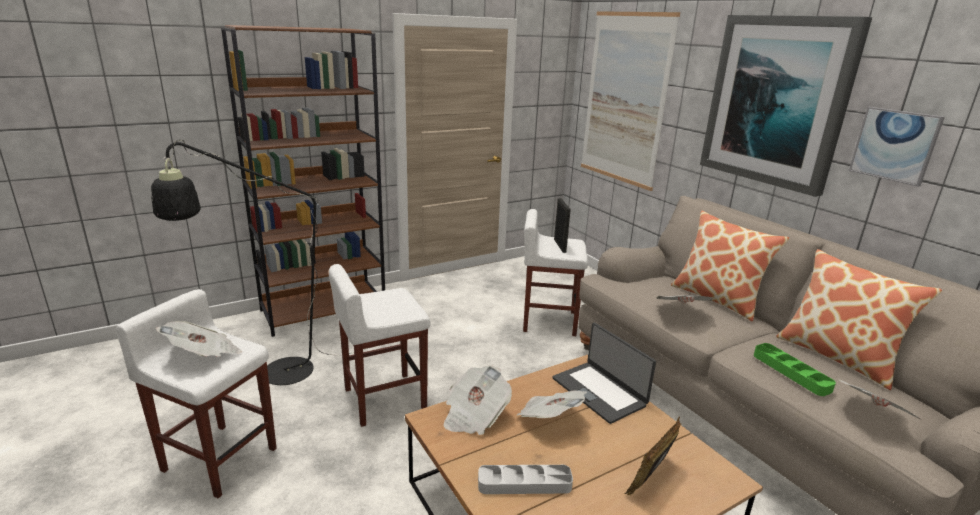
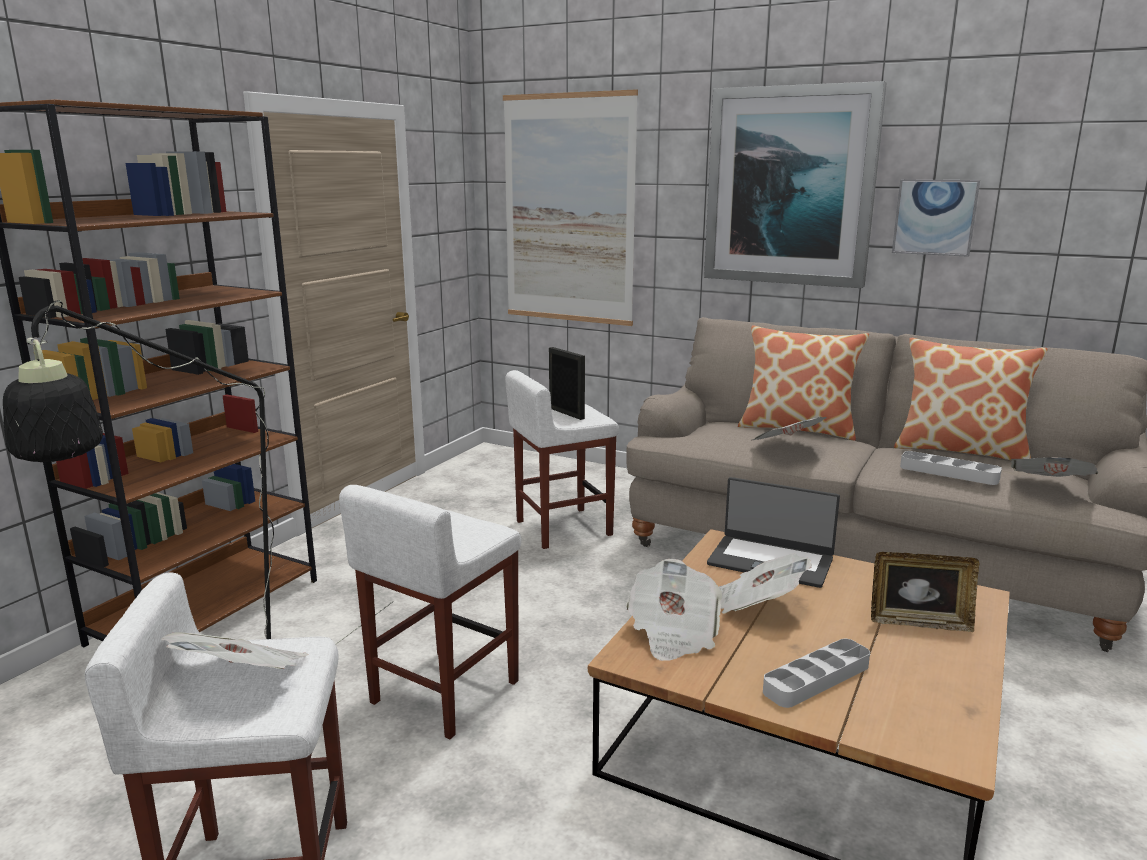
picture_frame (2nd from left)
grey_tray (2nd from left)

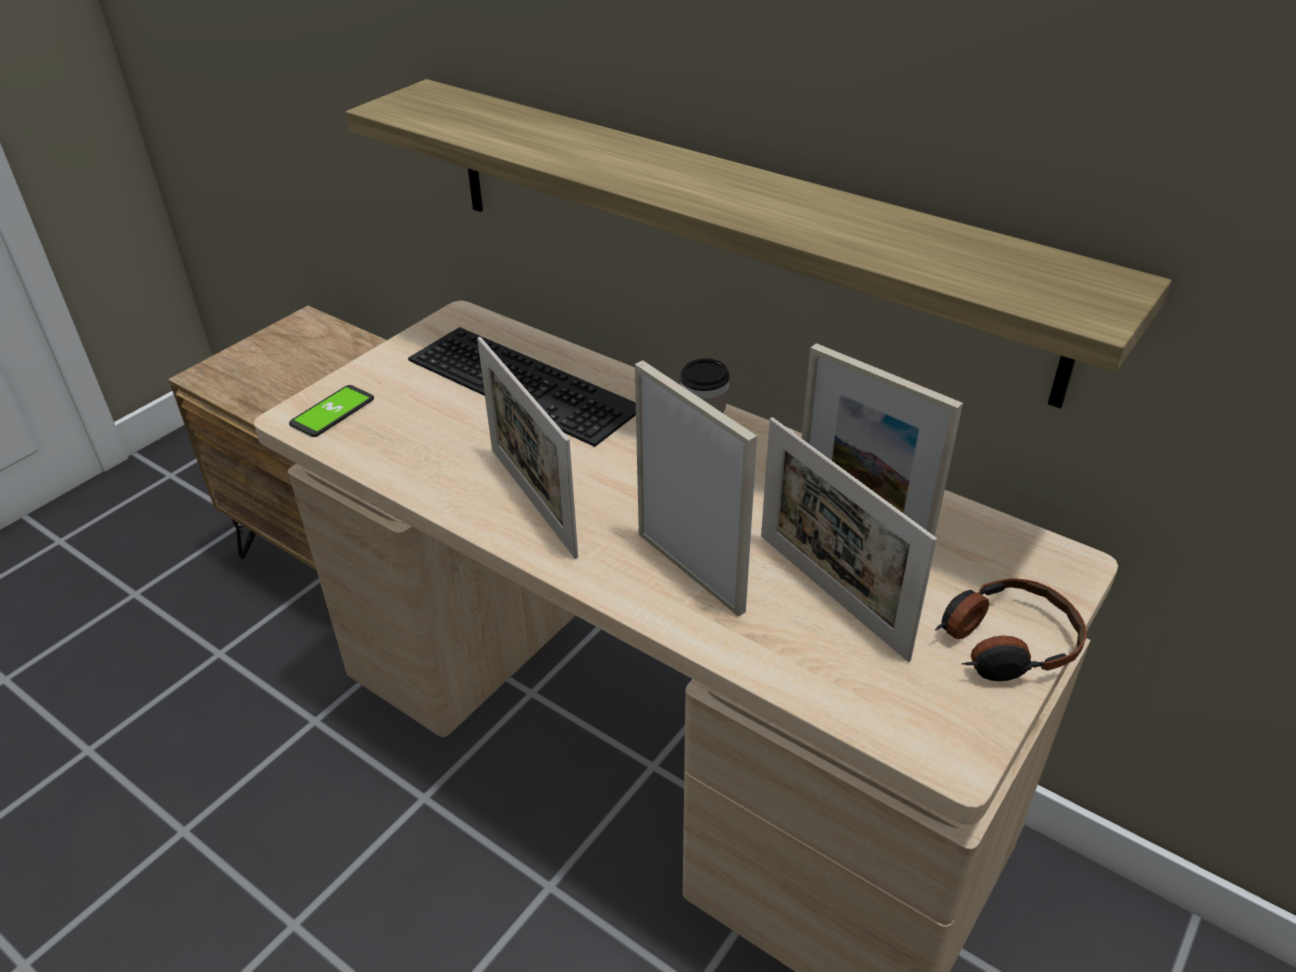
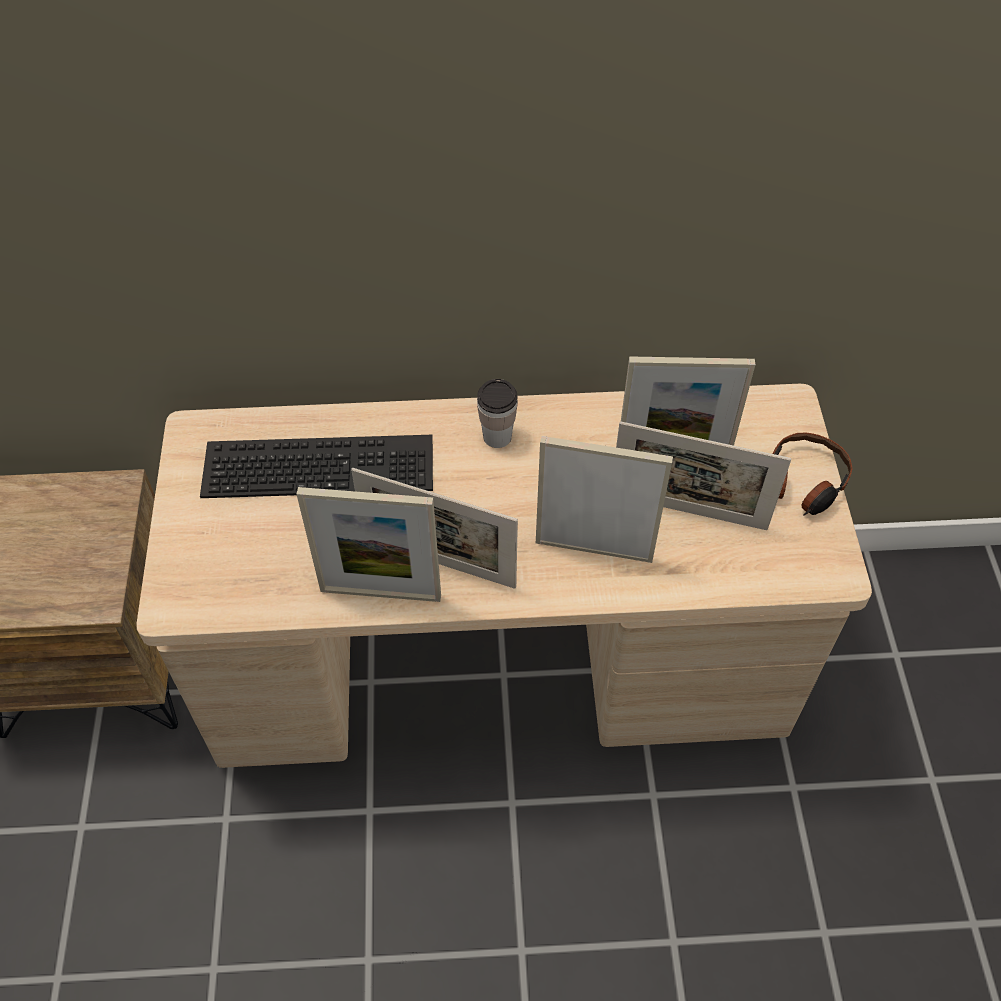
picture_frame (1st from left)
phone
shelf

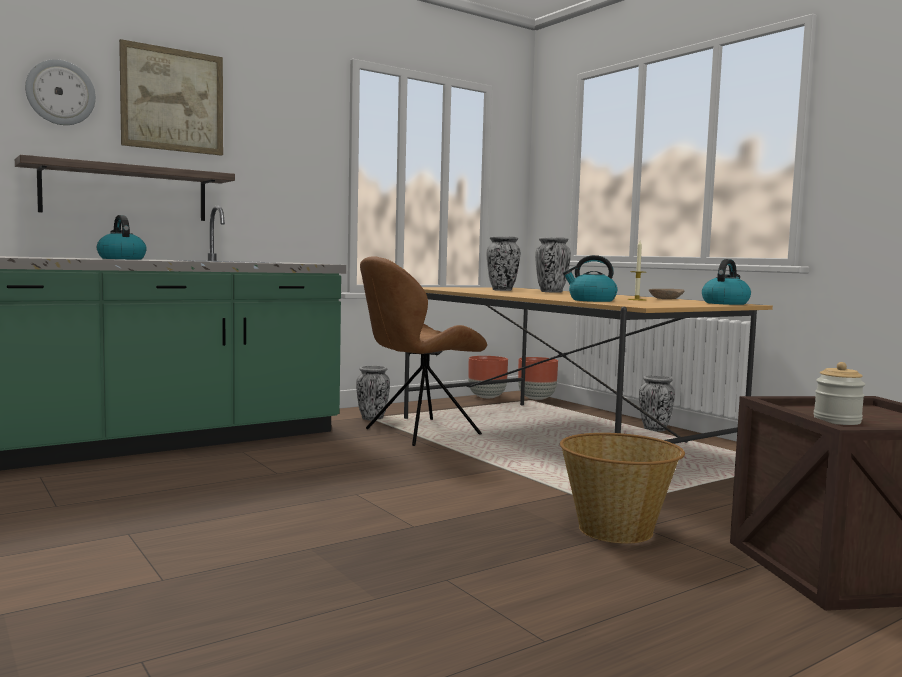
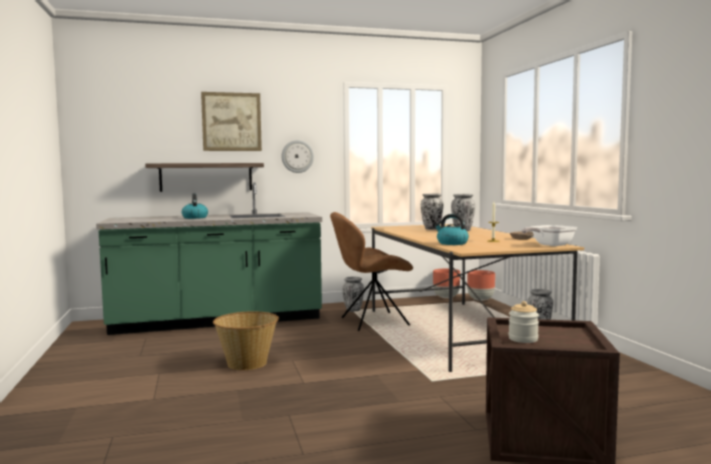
basket
wall_clock
frying_pan

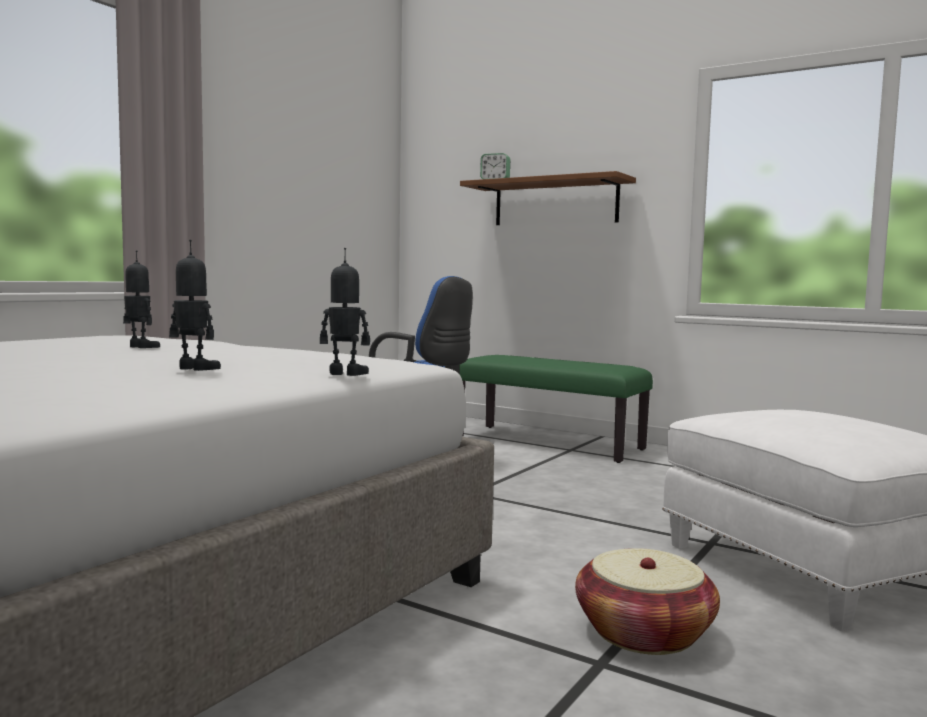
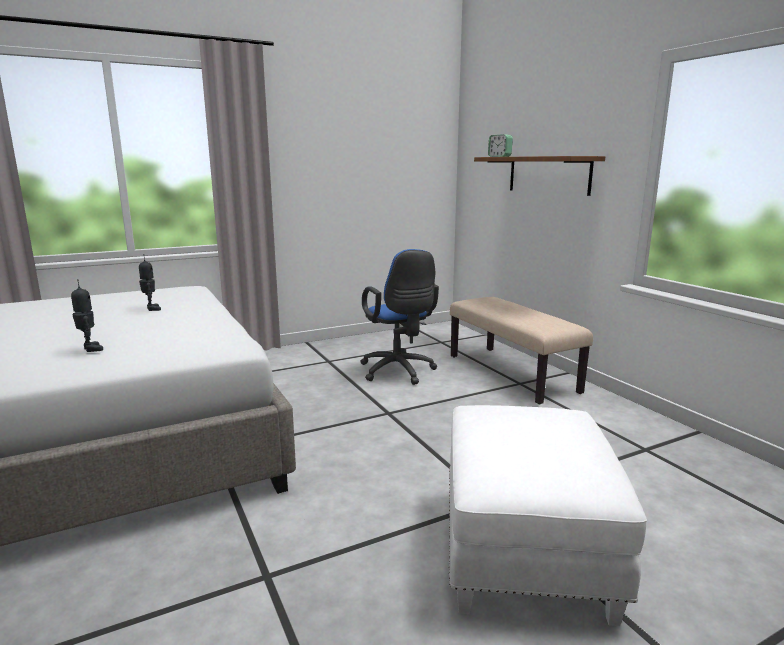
beige_bench
toy_robot (3rd from left in the first image)
basket

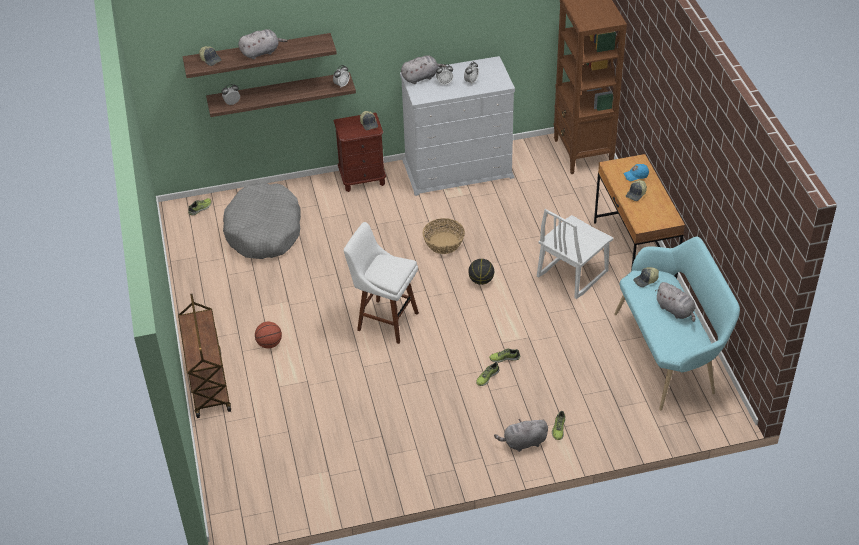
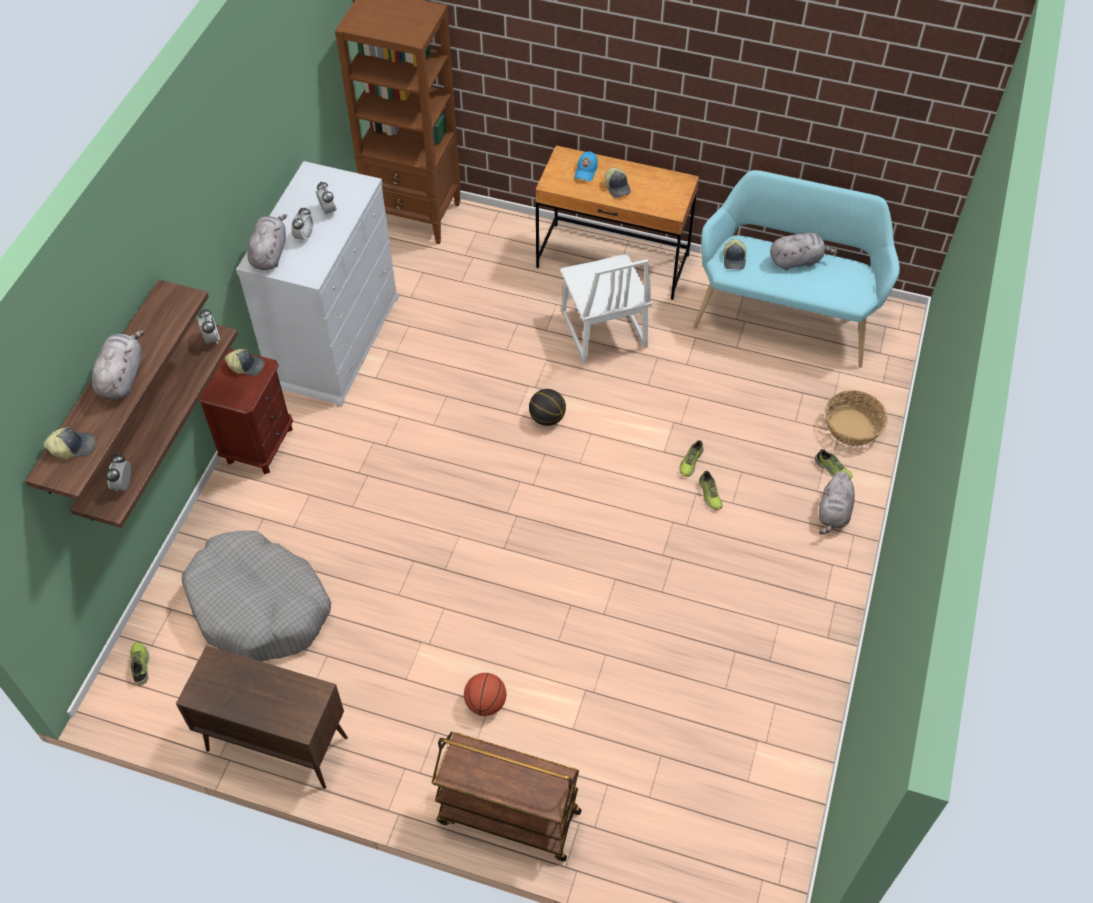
brown_cabinet
basket
white_stool

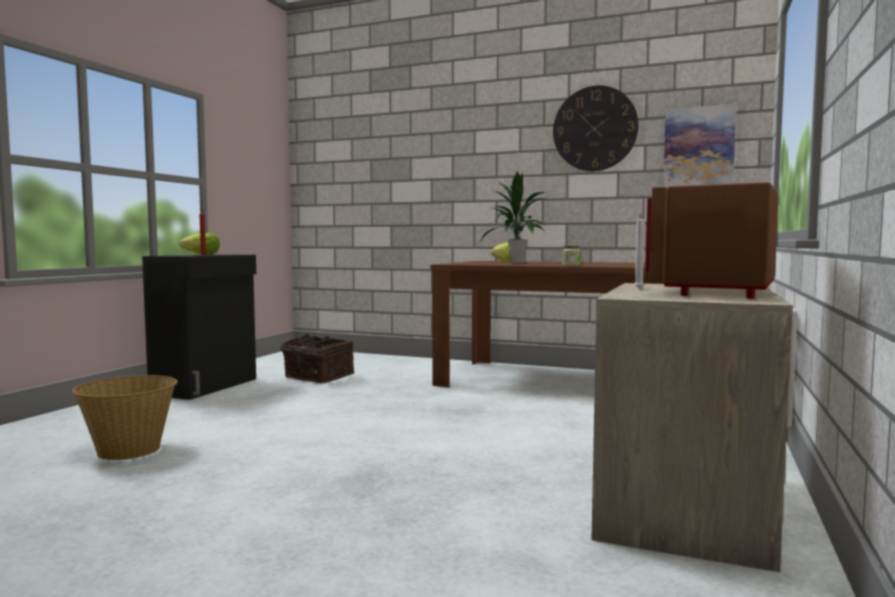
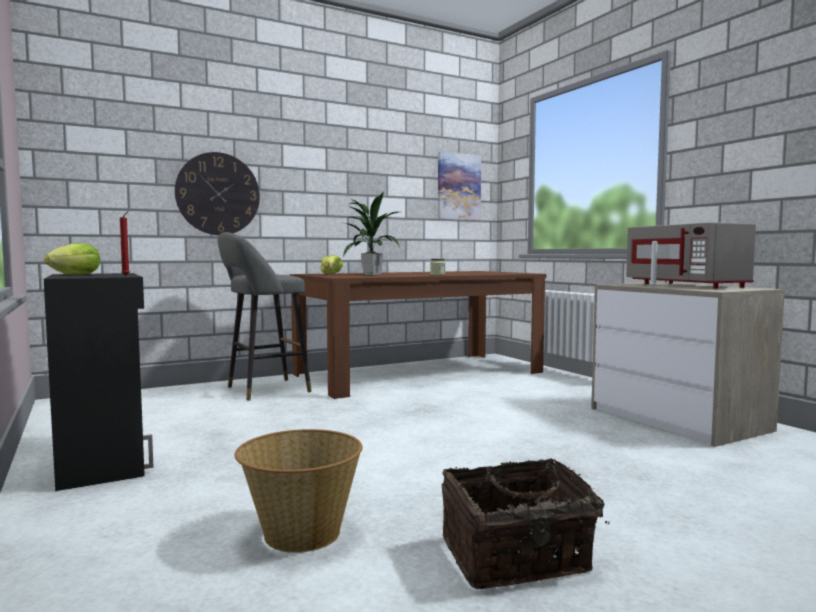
wall_clock
grey_stool
basket (2nd from left)
grey_microwave

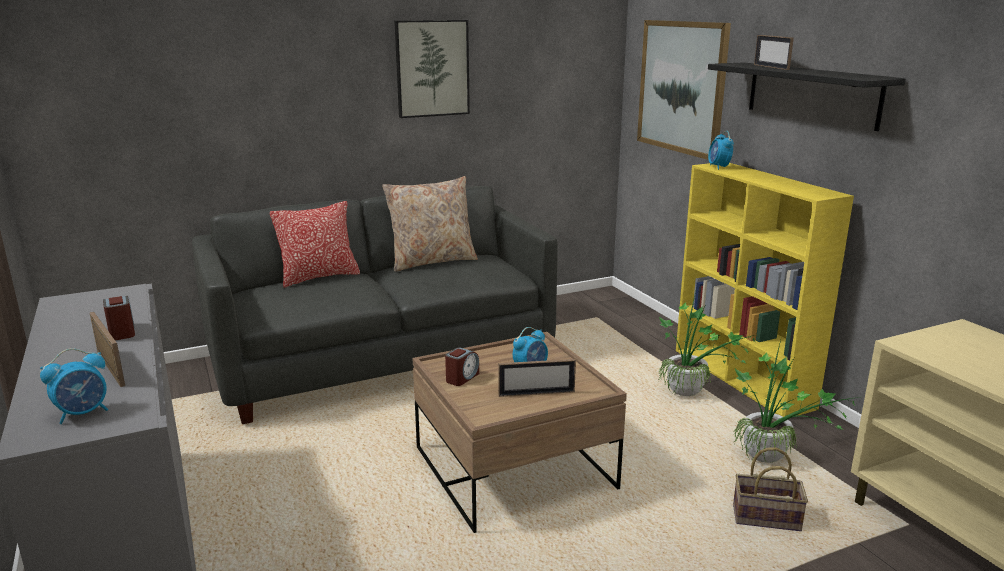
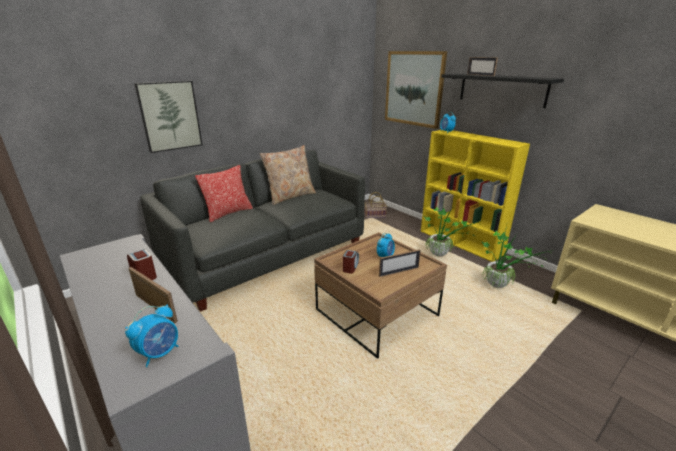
picture (1st from left)
basket

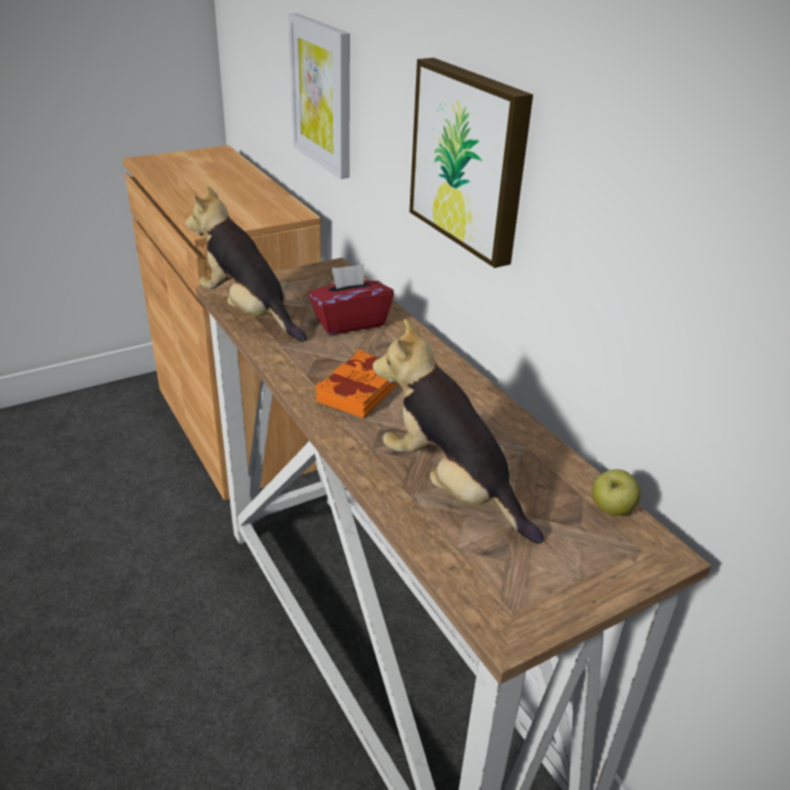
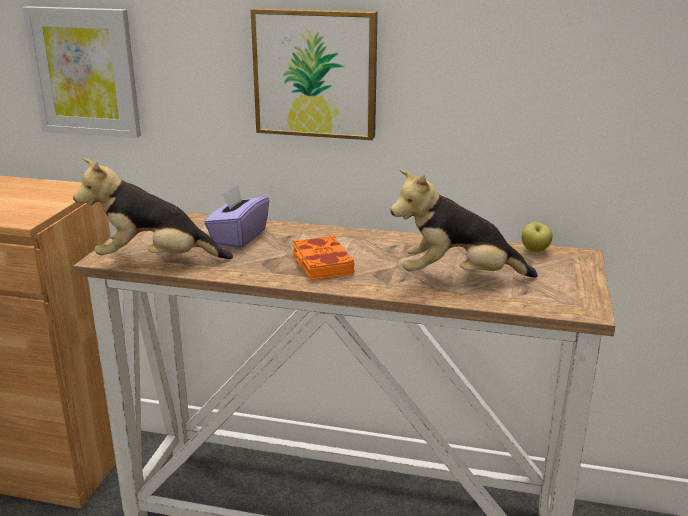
purple_tissue_box

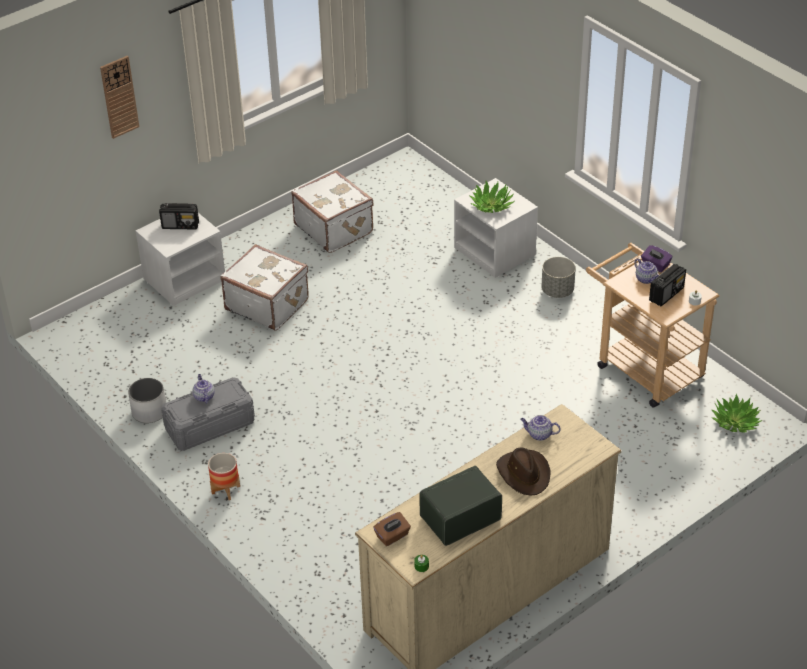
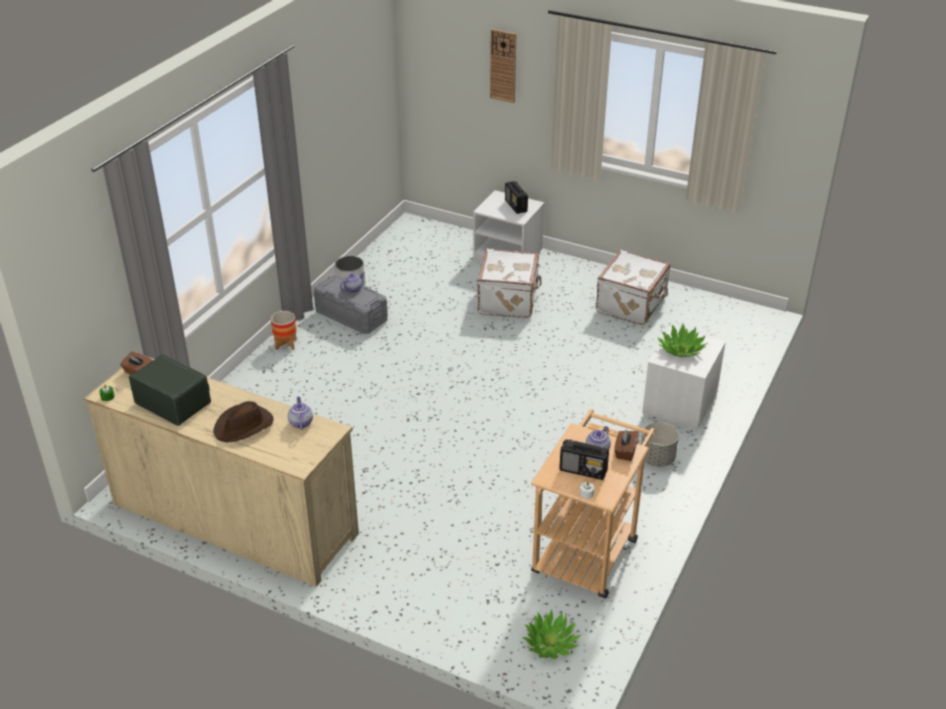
brown_tissue_box (2nd from left)

